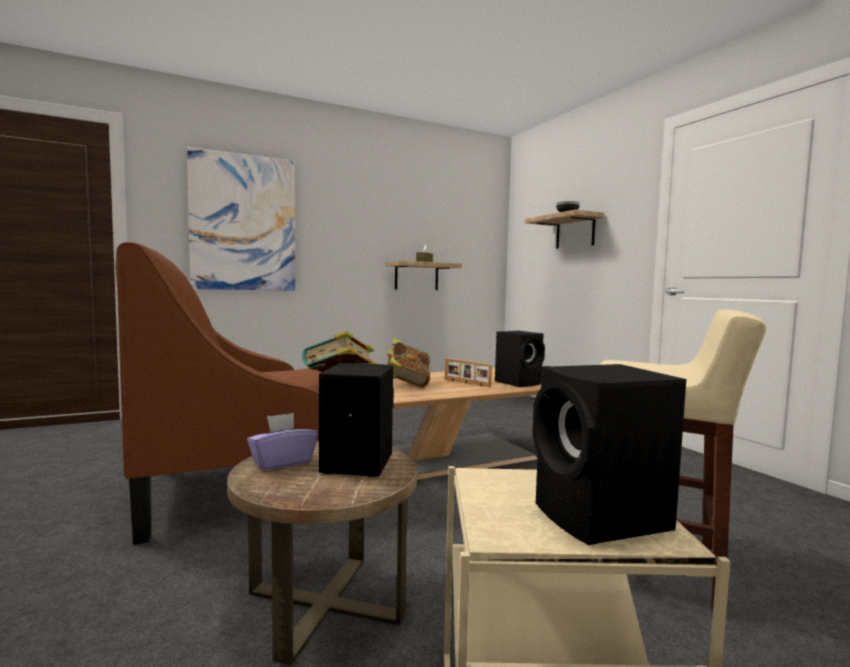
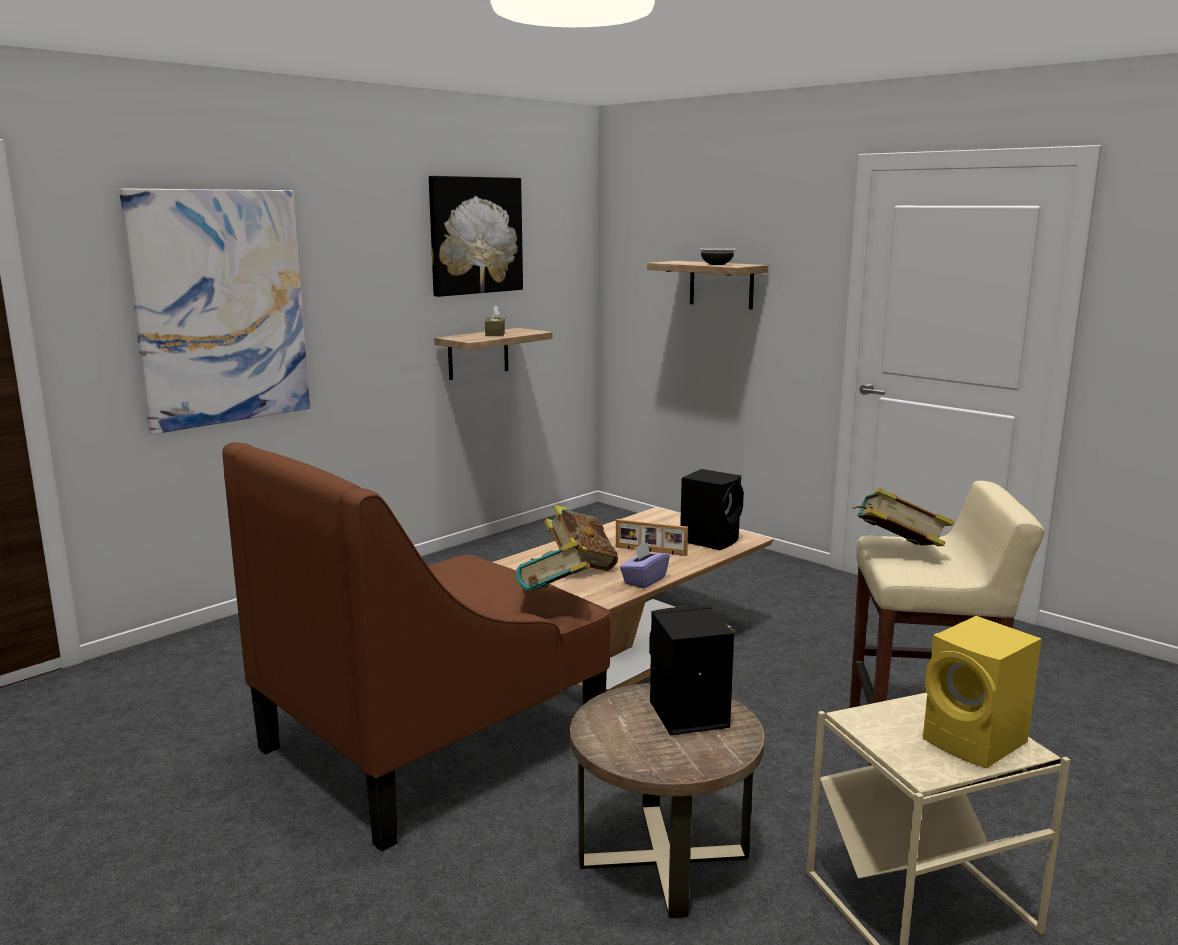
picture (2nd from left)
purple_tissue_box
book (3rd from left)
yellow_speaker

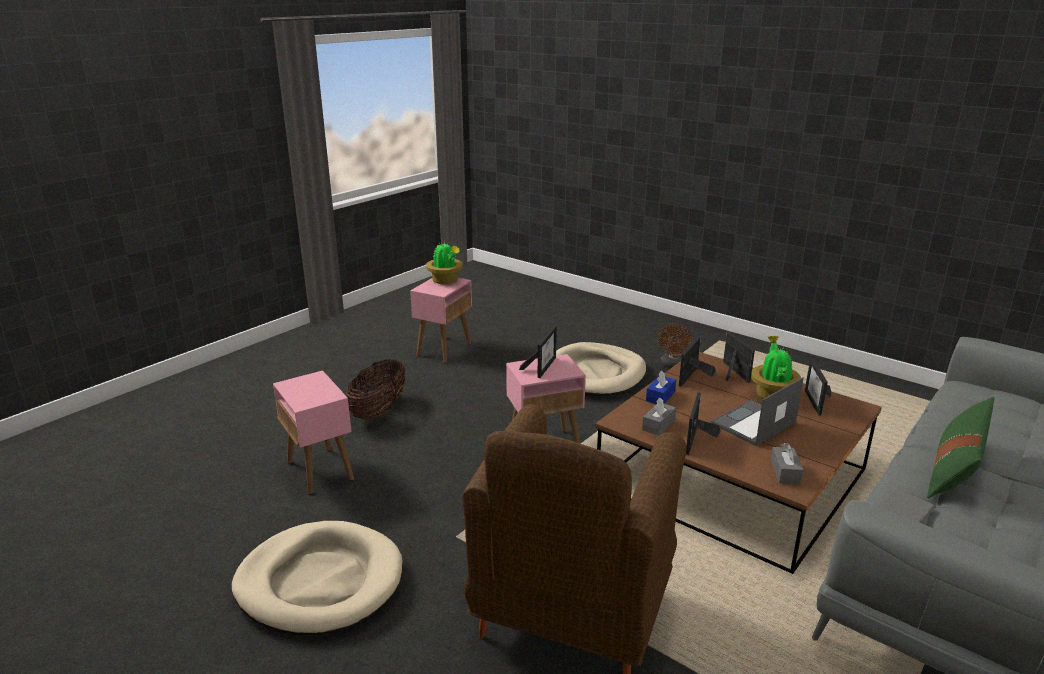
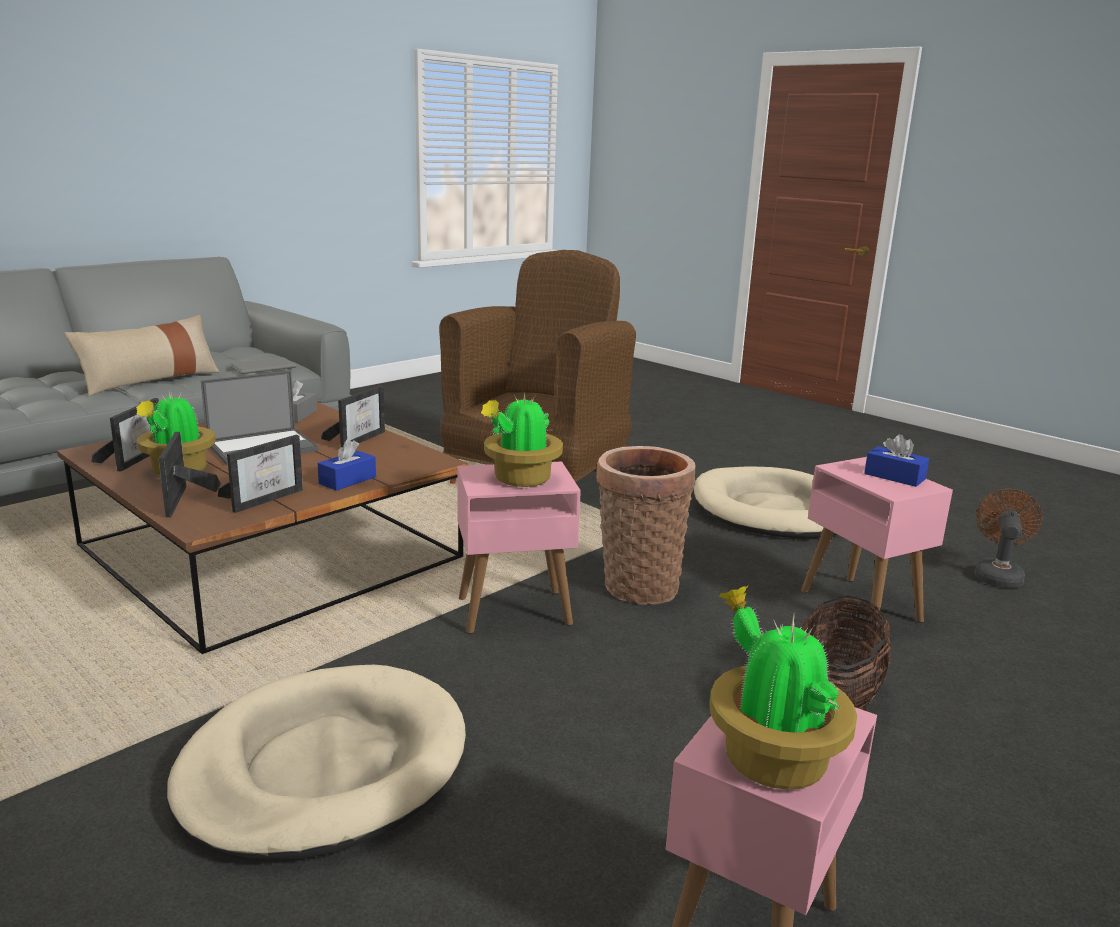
beige_pillow
potted_plant (2nd from left)
basket (1st from left)
blue_tissue_box (2nd from left)
brown_fan
grey_tissue_box (1st from left in the first image)

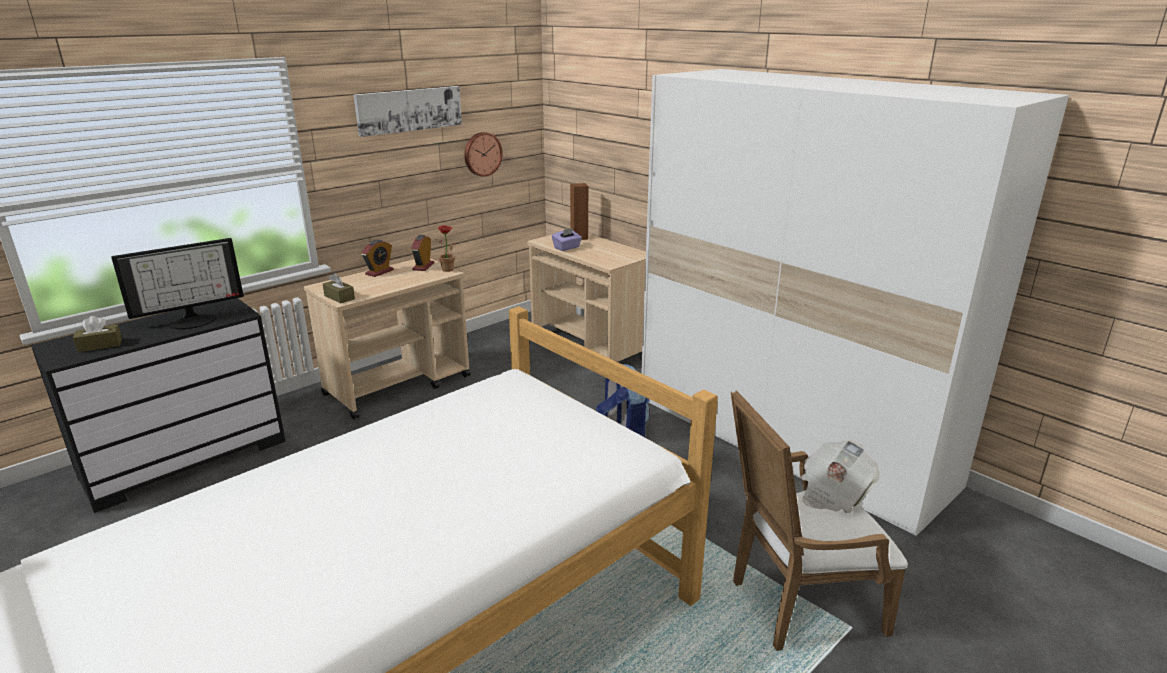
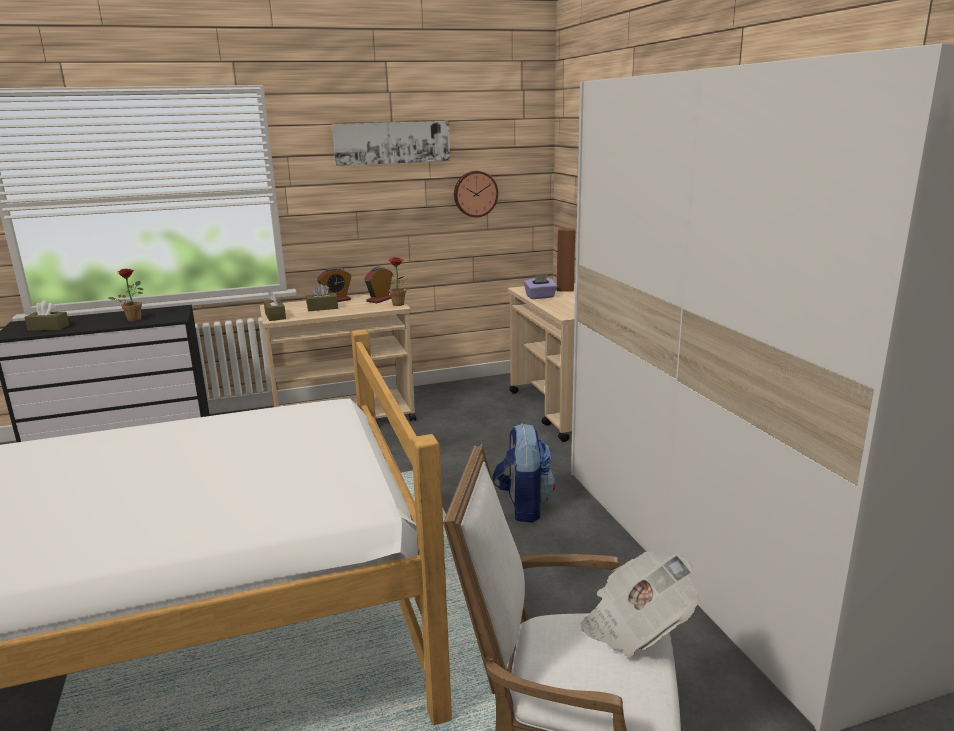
potted_plant (1st from left)
brown_tissue_box (3rd from left)

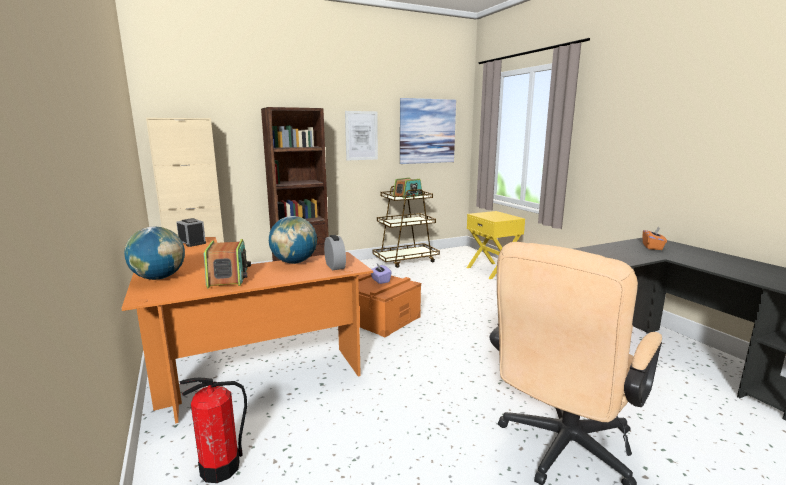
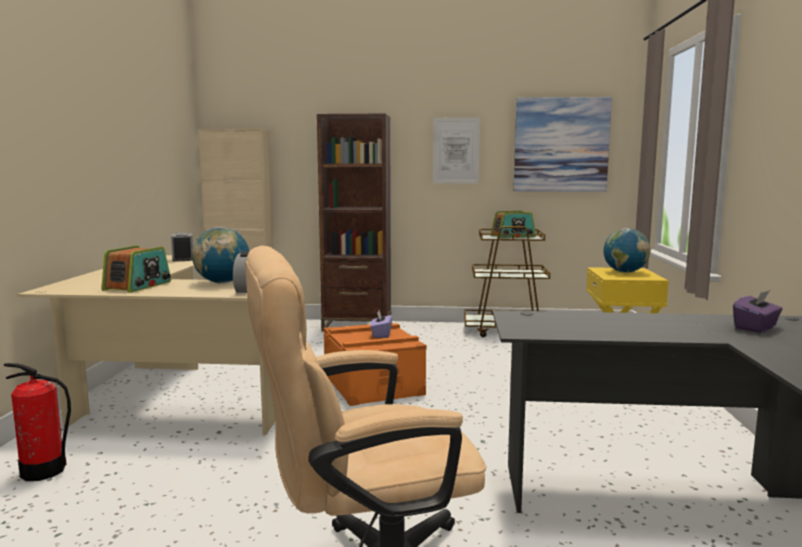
beige_desk
globe (2nd from left)
purple_tissue_box (2nd from left)

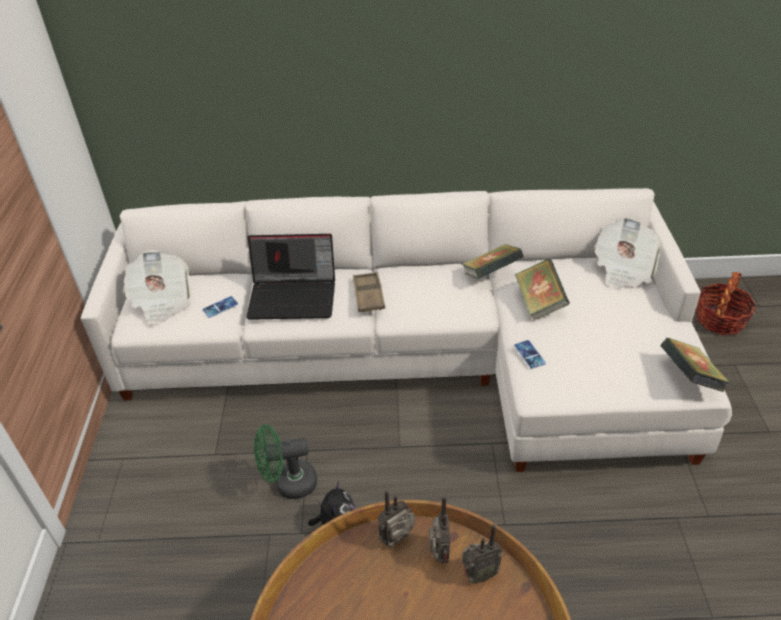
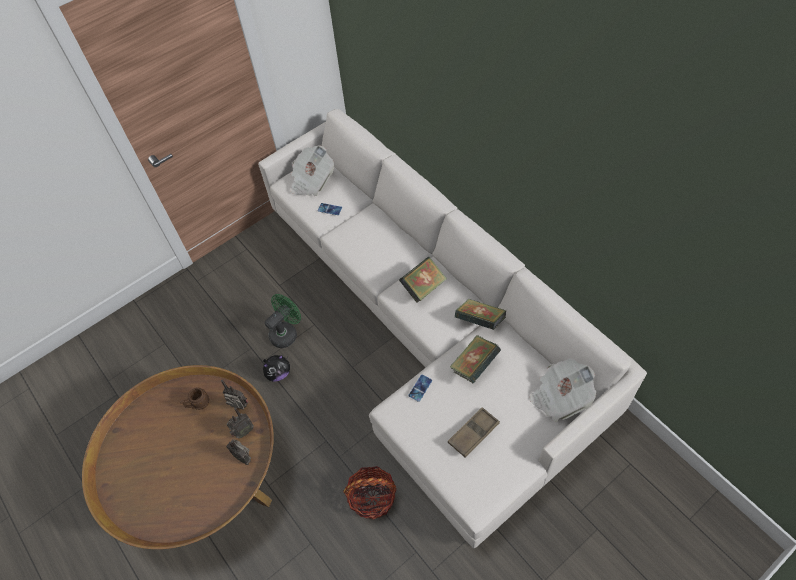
brown_mug
green_fan
basket
book (1st from left)
brown_tray
laptop

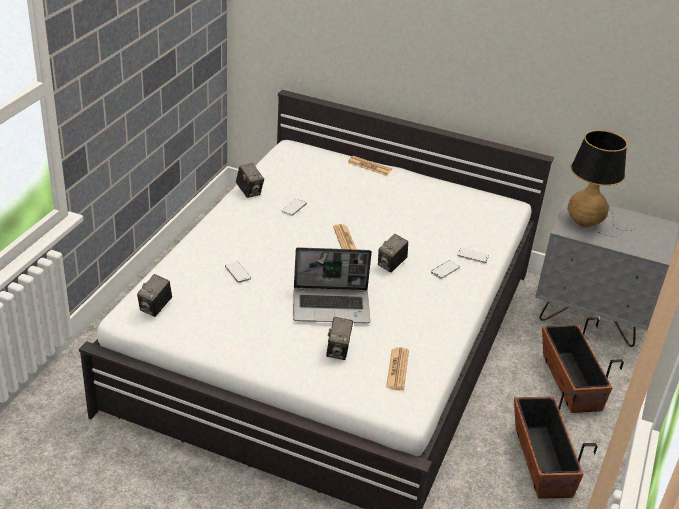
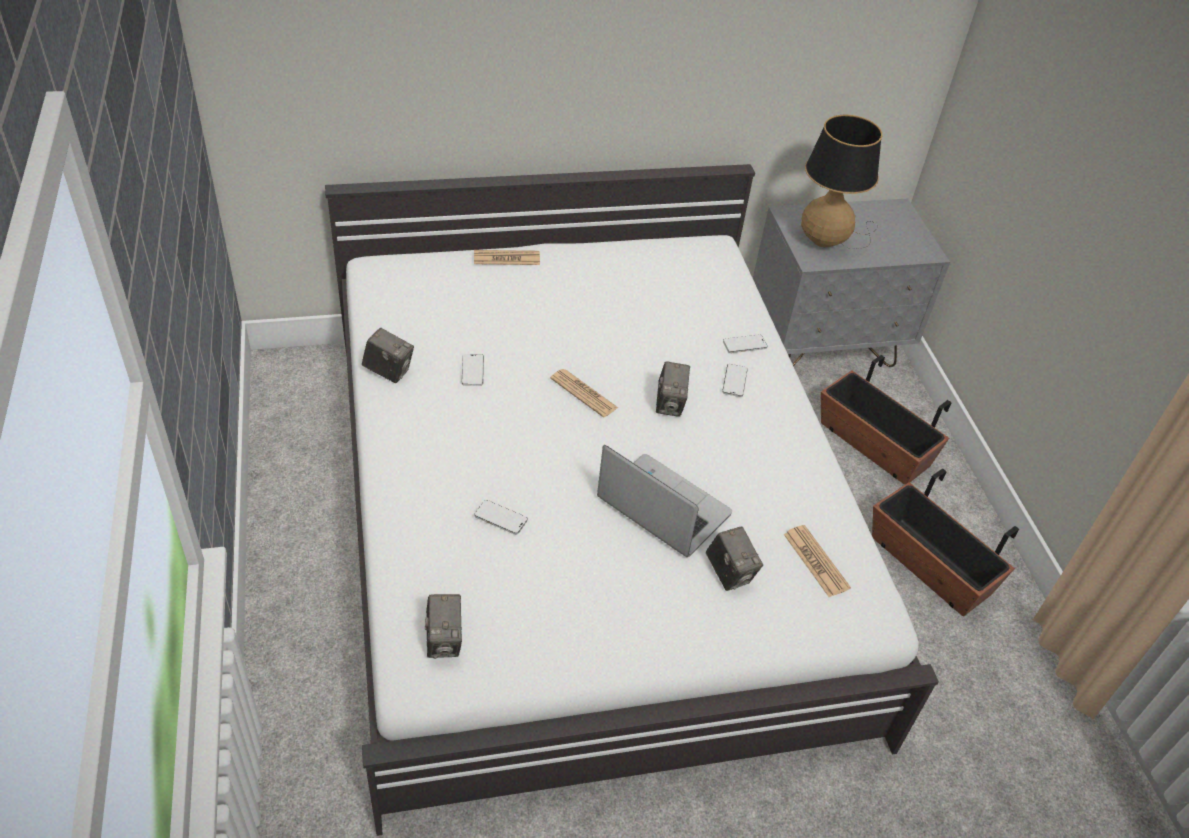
laptop

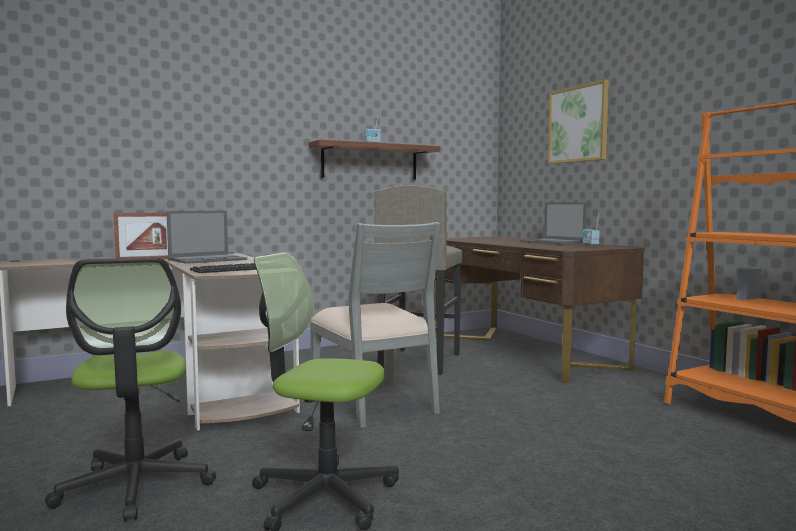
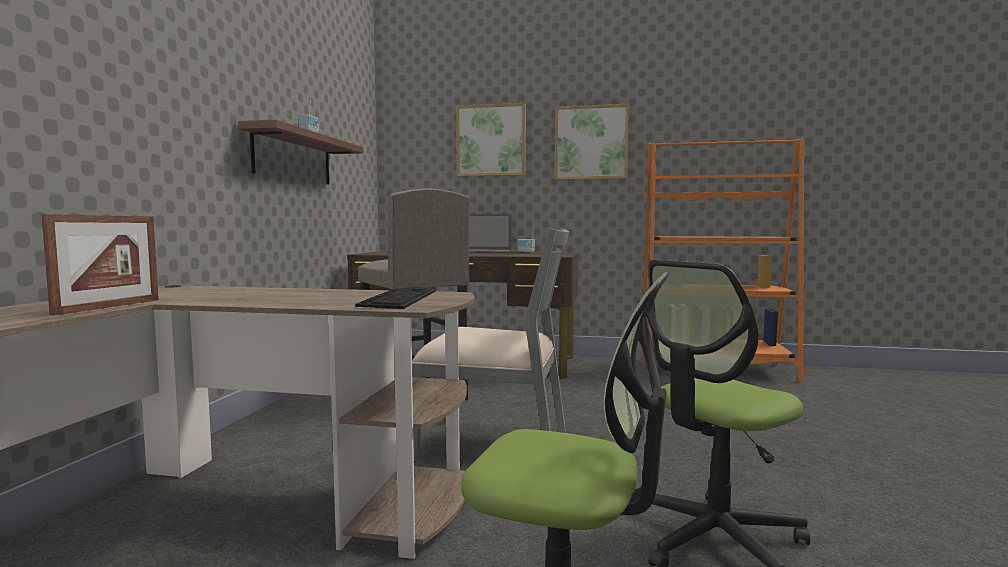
picture (2nd from left)
laptop (1st from left in the first image)

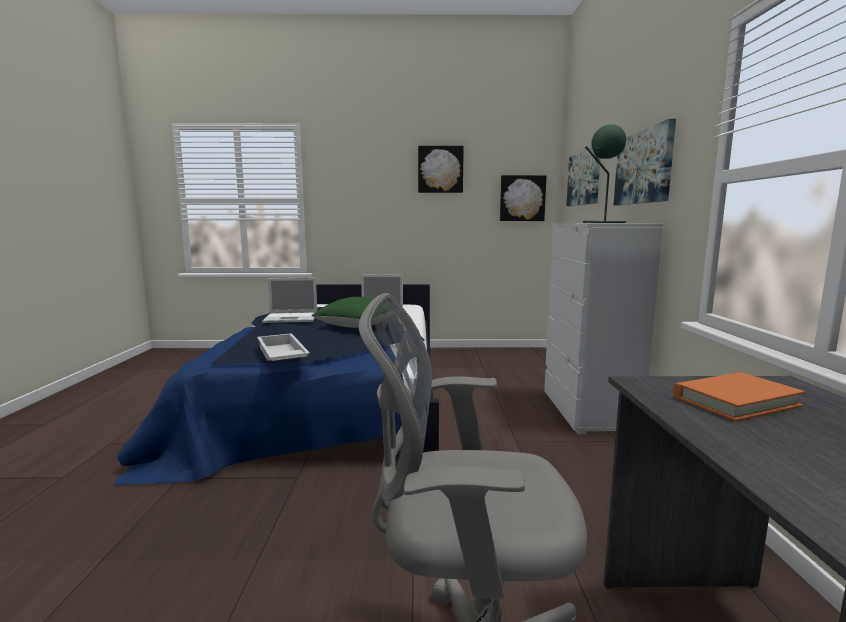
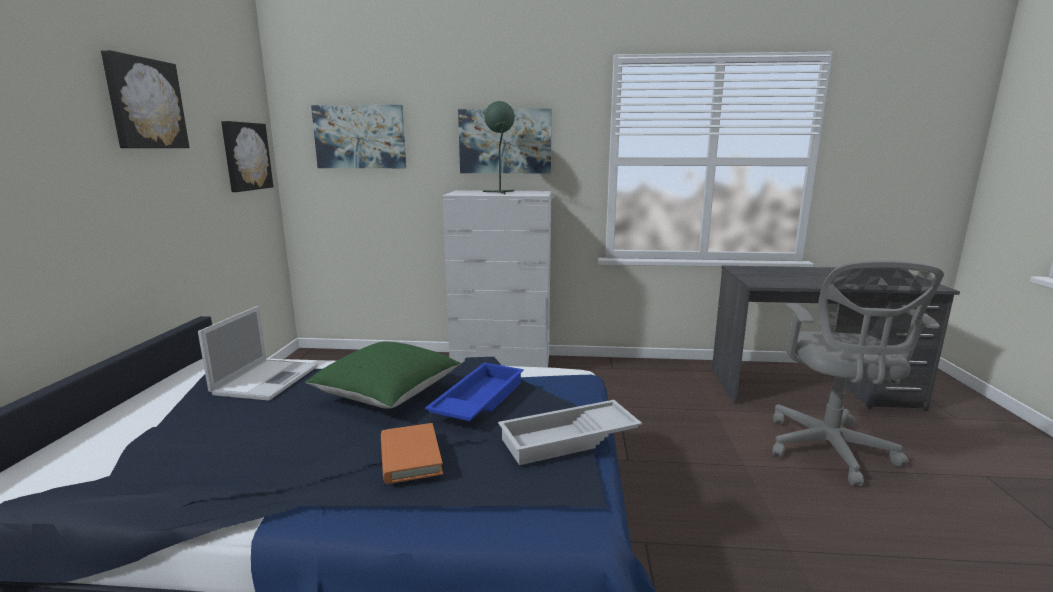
orange_book
blue_tray
laptop (1st from left in the first image)

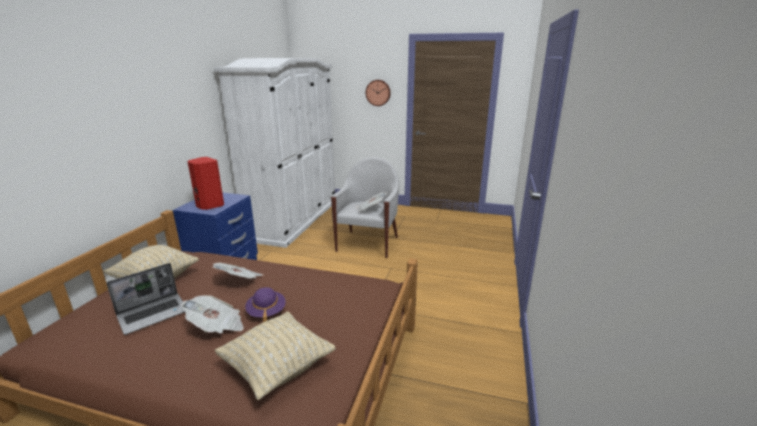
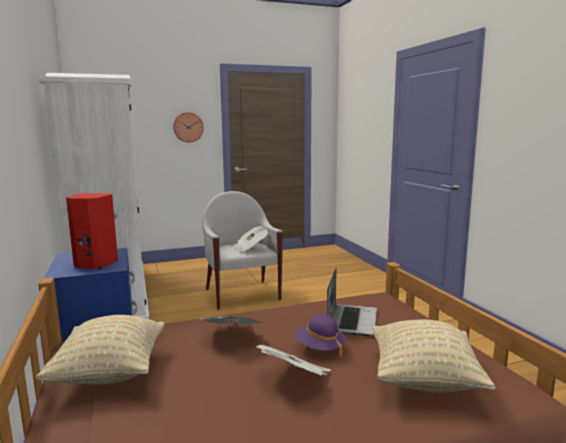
laptop

